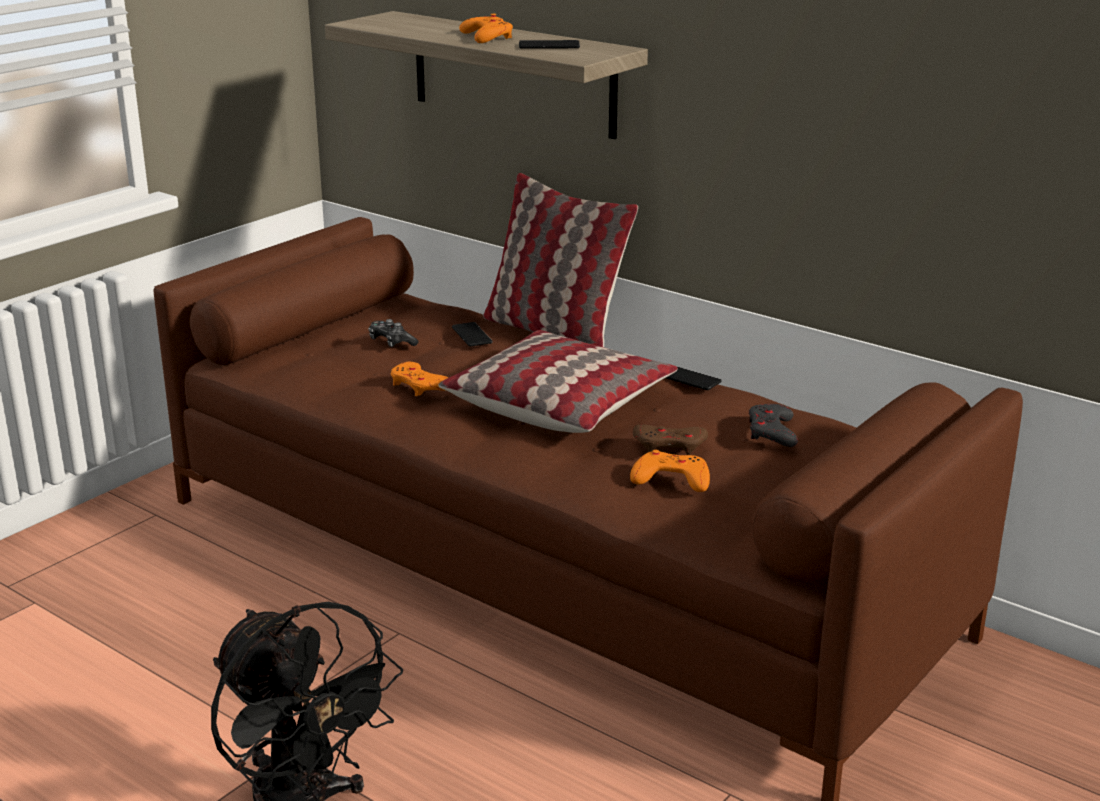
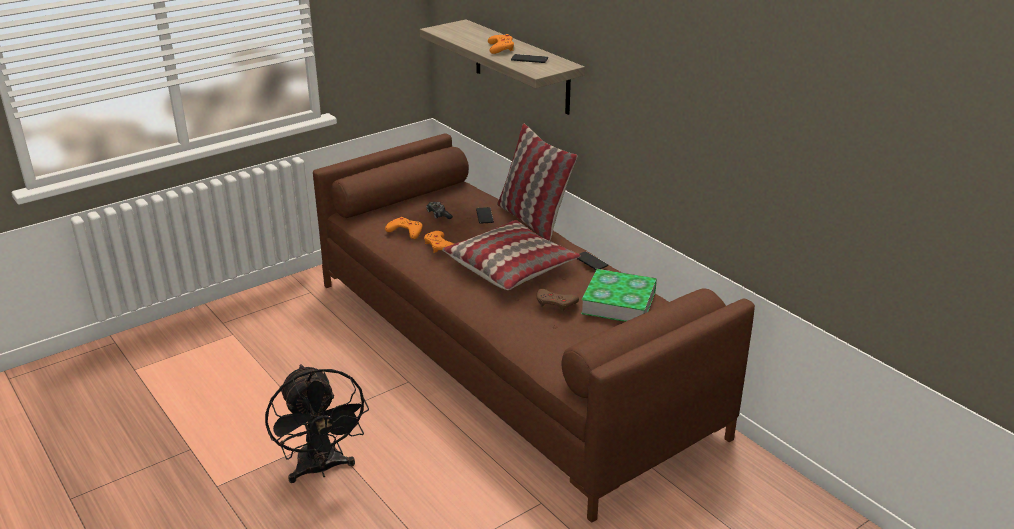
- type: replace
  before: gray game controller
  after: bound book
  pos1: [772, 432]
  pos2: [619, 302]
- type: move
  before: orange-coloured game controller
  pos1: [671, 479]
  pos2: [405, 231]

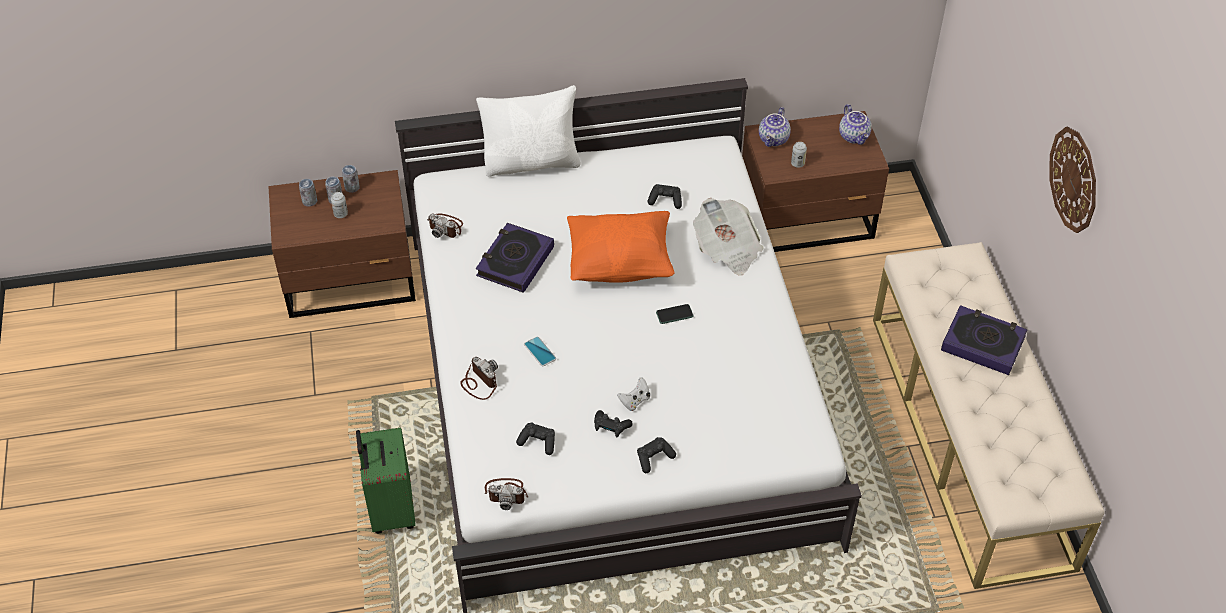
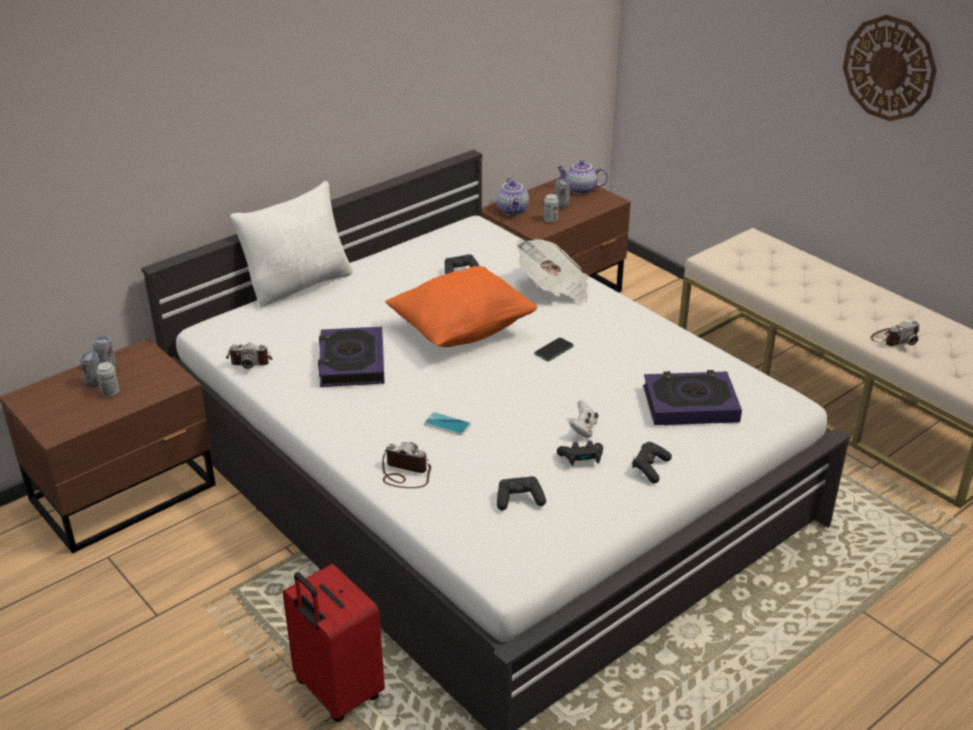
- type: rotate
  before: teapot
  pos1: [854, 136]
  pos2: [580, 190]
  turn: 150
- type: move
  before: metal can
  pos1: [309, 201]
  pos2: [561, 205]
- type: move
  before: bound book
  pos1: [983, 343]
  pos2: [690, 404]
- type: recolor
  before: green-coloured travel case
  after: red travel case
  pos1: [390, 510]
  pos2: [336, 691]
- type: move
  before: photo camera
  pos1: [506, 493]
  pos2: [894, 339]

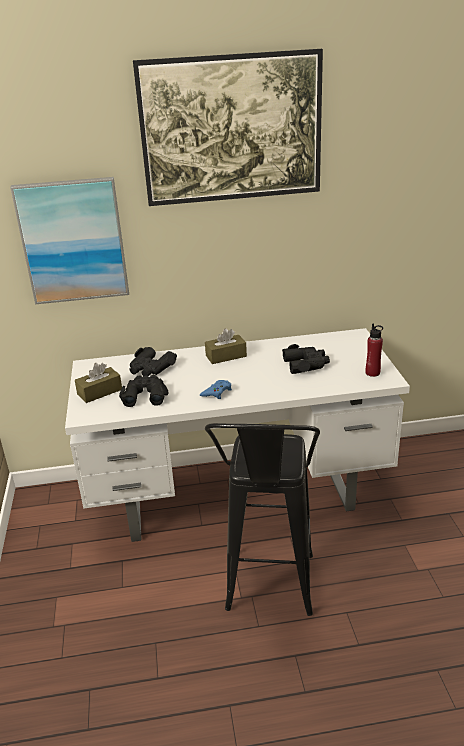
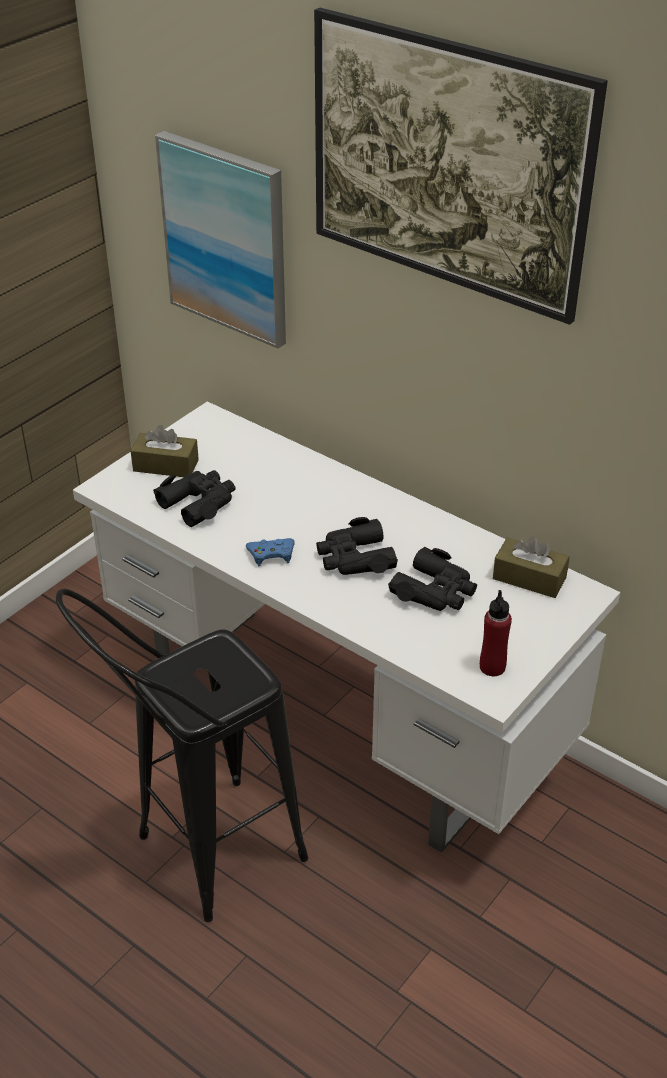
- type: move
  before: brownish tissue holder
  pos1: [226, 356]
  pos2: [529, 578]
- type: move
  before: black-coloured pair of binoculars
  pos1: [151, 368]
  pos2: [355, 558]

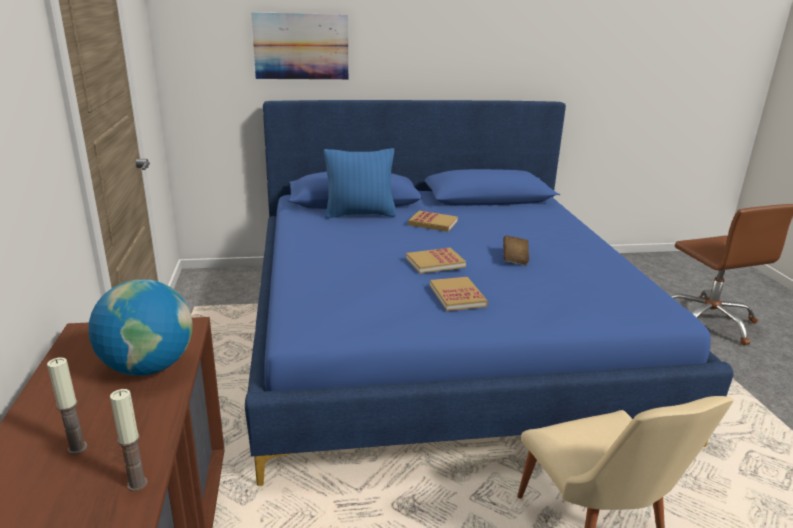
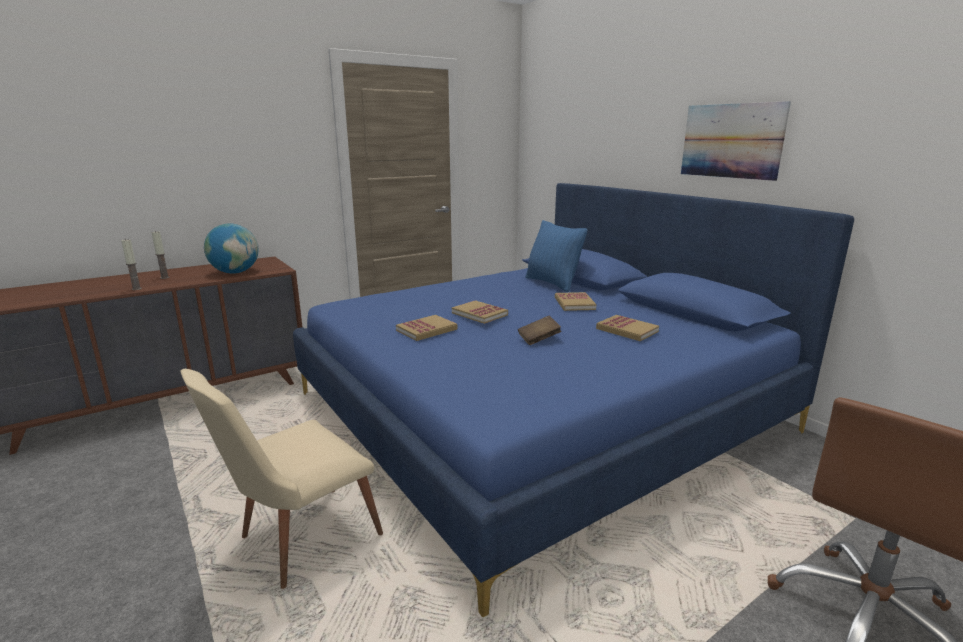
- type: move
  before: wall art
  pos1: [301, 46]
  pos2: [731, 141]
- type: insert
  after: bound book
  pos2: [627, 330]

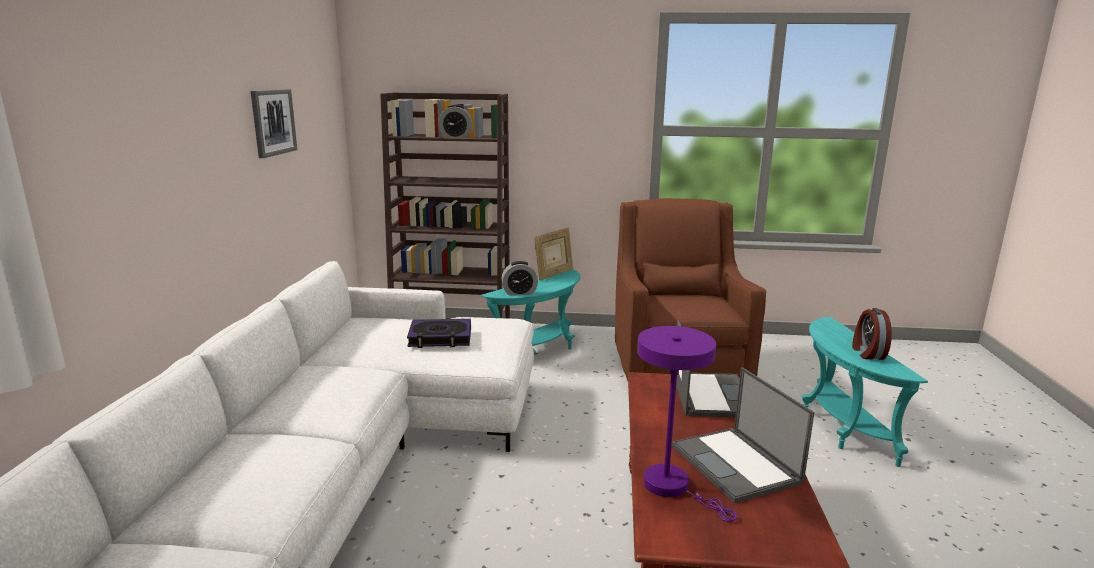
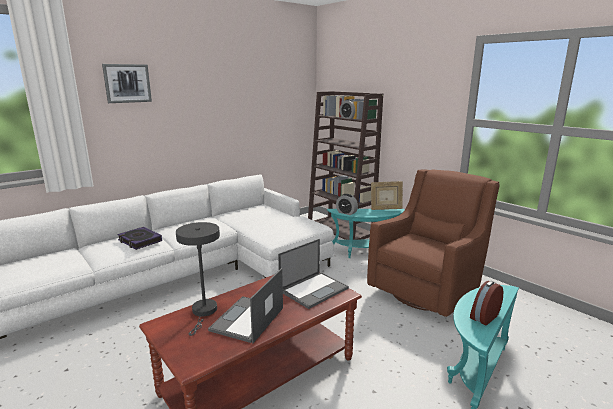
- type: move
  before: wall art
  pos1: [273, 122]
  pos2: [127, 83]
- type: move
  before: bound book
  pos1: [440, 338]
  pos2: [140, 241]
- type: recolor
  before: purple-coloured table lamp
  after: gray table lamp
  pos1: [673, 487]
  pos2: [204, 312]

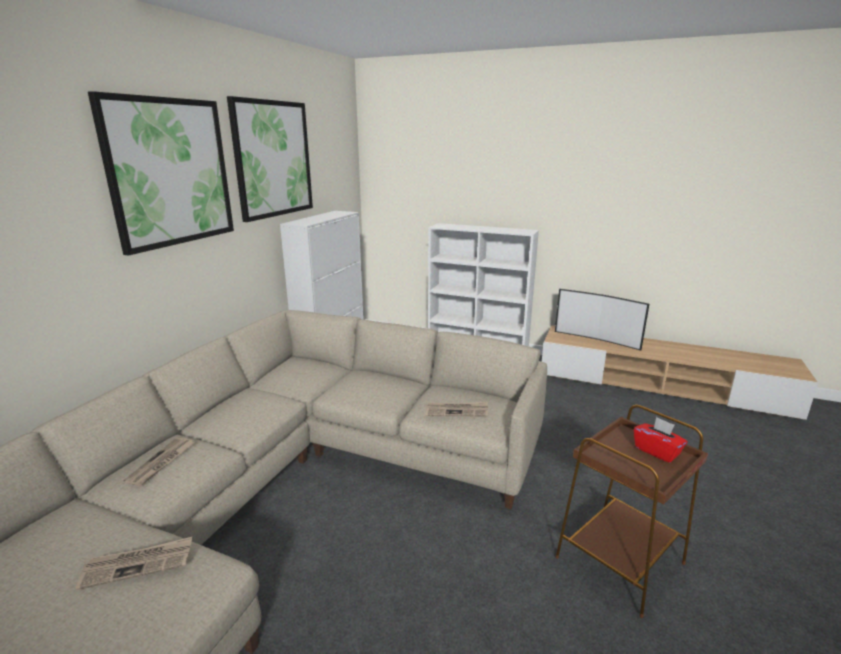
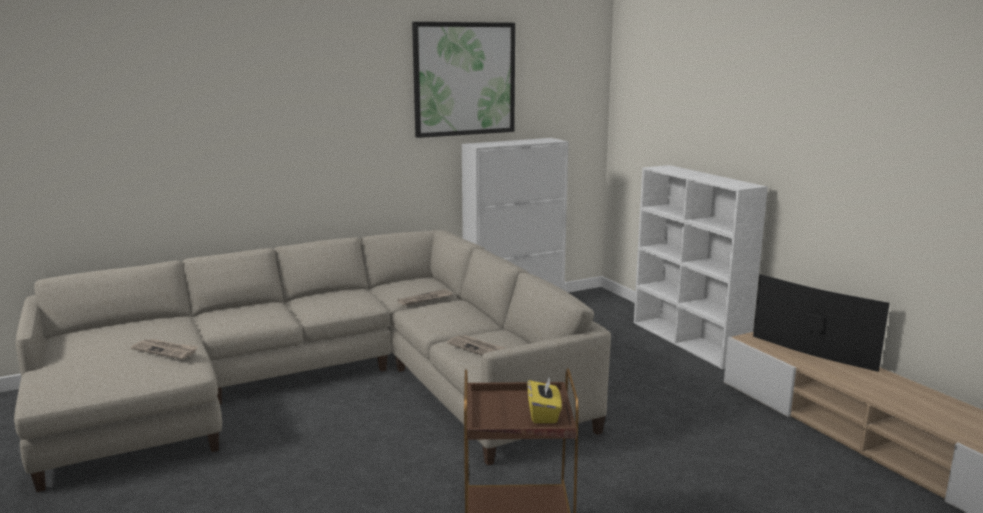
- type: delete
  before: wall art
  pos1: [170, 172]
- type: rotate
  before: TV set
  pos1: [597, 339]
  pos2: [810, 354]
  turn: 150
- type: recolor
  before: red tissue holder
  after: yellowish tissue holder
  pos1: [657, 451]
  pos2: [544, 414]
- type: move
  before: newspaper
  pos1: [161, 463]
  pos2: [425, 299]

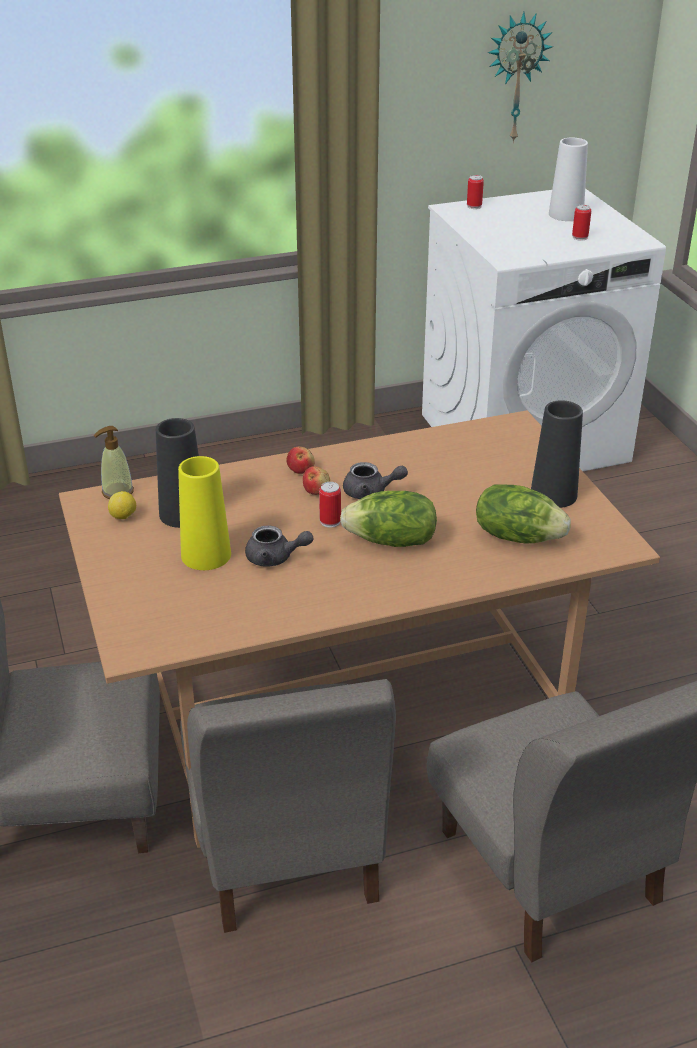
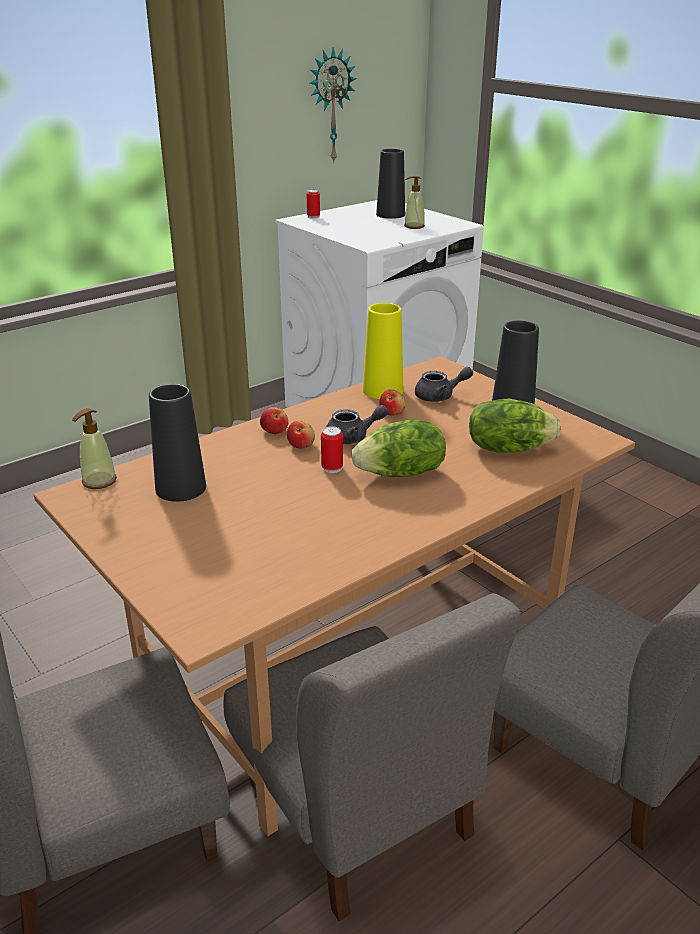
- type: recolor
  before: whitish vase
  after: black-coloured vase
  pos1: [566, 214]
  pos2: [390, 215]
- type: replace
  before: metal can
  after: soap dispenser
  pos1: [580, 237]
  pos2: [414, 226]
- type: move
  before: yellowish vase
  pos1: [206, 555]
  pos2: [383, 390]
- type: delete
  before: whole lemon
  pos1: [123, 517]
- type: move
  before: gray teapot
  pos1: [275, 558]
  pos2: [440, 396]
- type: insert
  after: whole apple
  pos2: [392, 412]

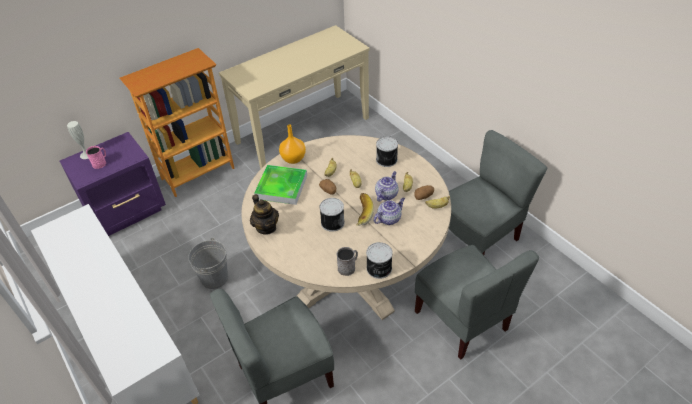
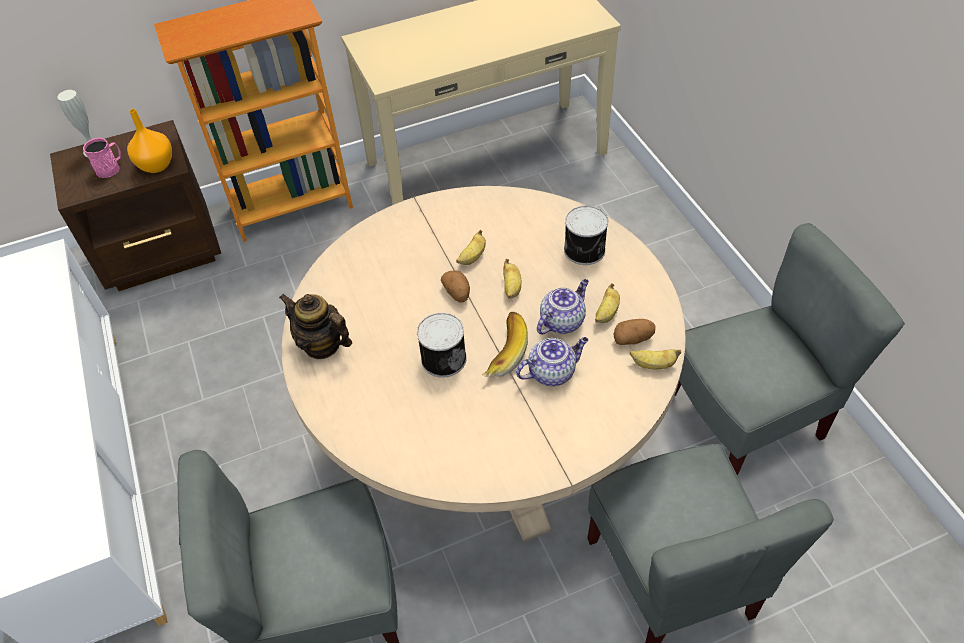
- type: move
  before: orange-coloured vase
  pos1: [294, 159]
  pos2: [157, 166]
- type: recolor
  before: purple-coloured nightstand
  after: brownish nightstand
  pos1: [128, 211]
  pos2: [163, 253]
- type: delete
  before: serving tray
  pos1: [281, 187]
- type: rotate
  before: teapot
  pos1: [266, 227]
  pos2: [322, 344]
  turn: 135
- type: delete
  before: gray water bucket
  pos1: [214, 278]
- type: delete
  before: metal can
  pos1: [379, 269]
- type: delete
  before: gray mug
  pos1: [348, 267]

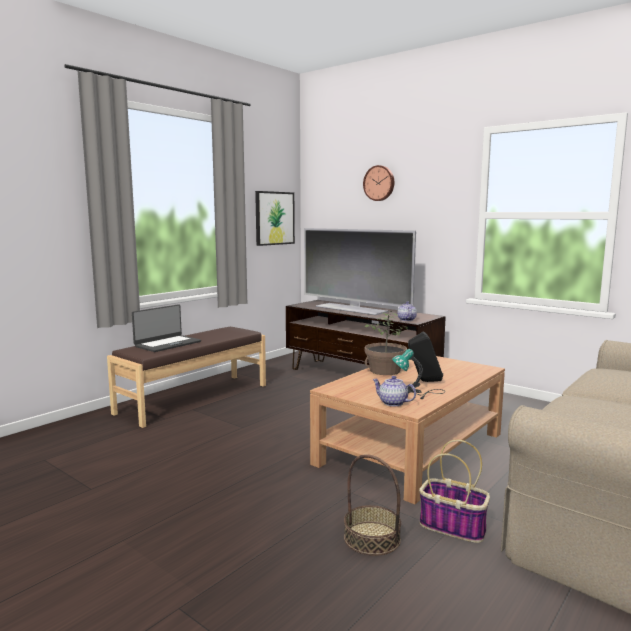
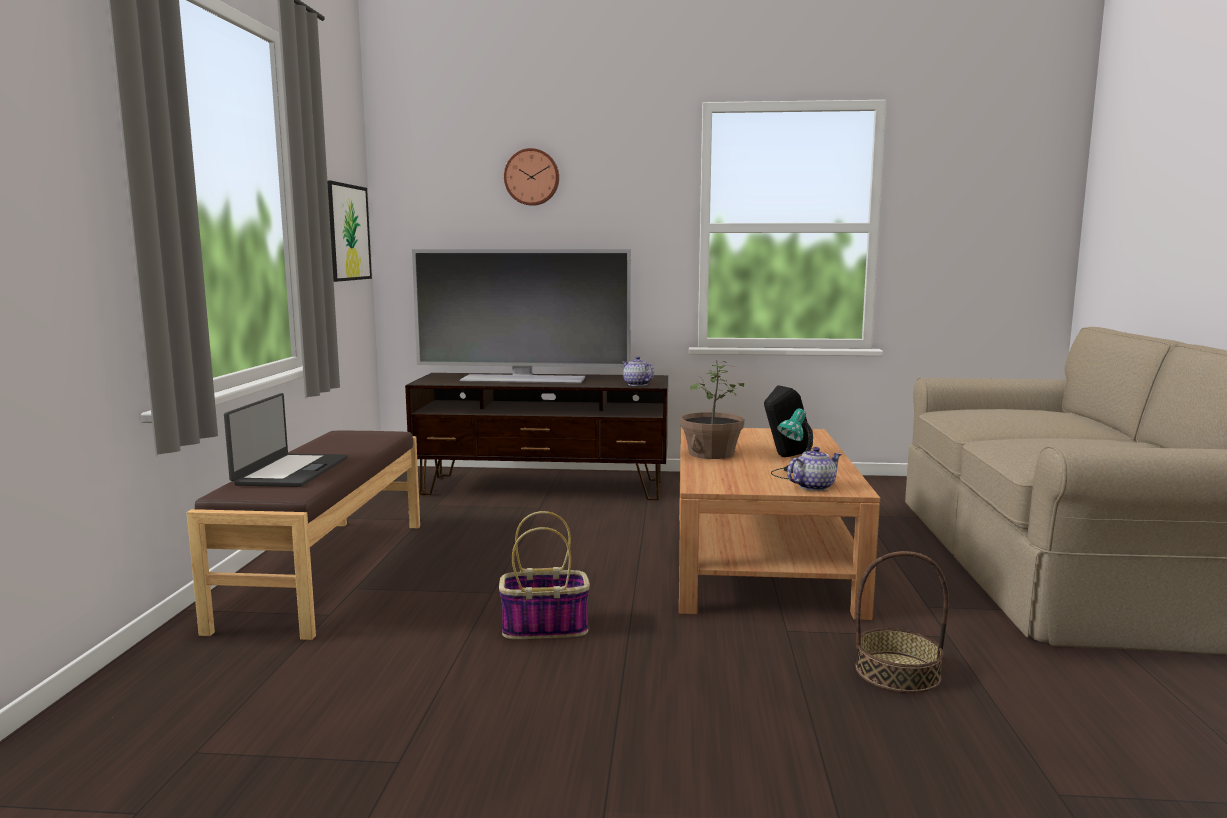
- type: rotate
  before: teapot
  pos1: [392, 403]
  pos2: [813, 487]
  turn: 150
- type: move
  before: basket
  pos1: [454, 527]
  pos2: [546, 628]

